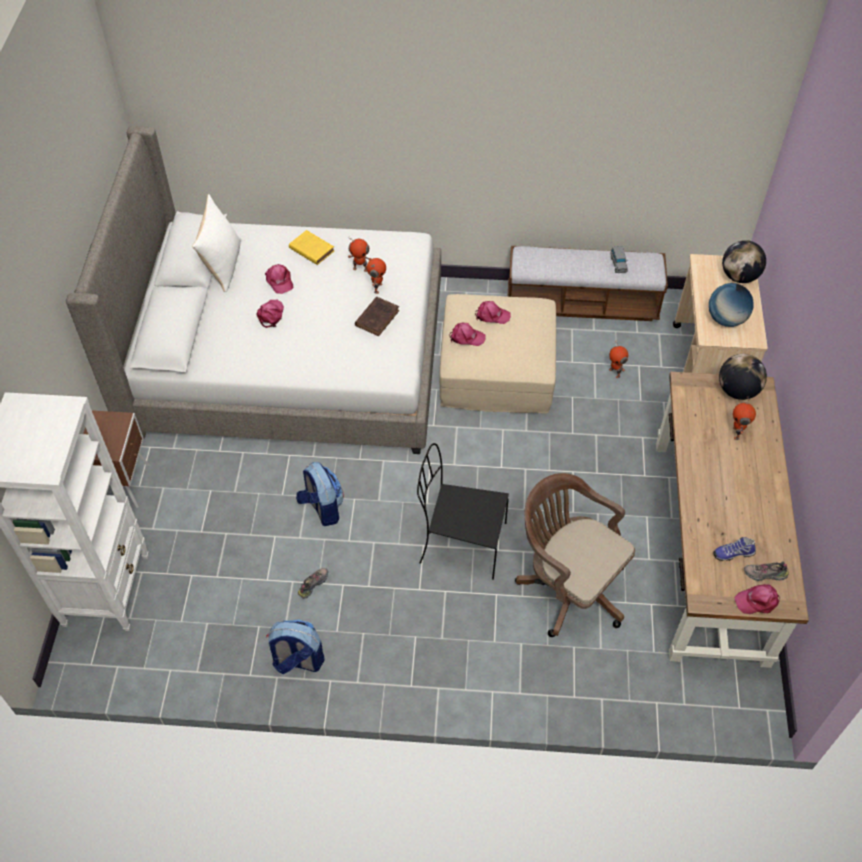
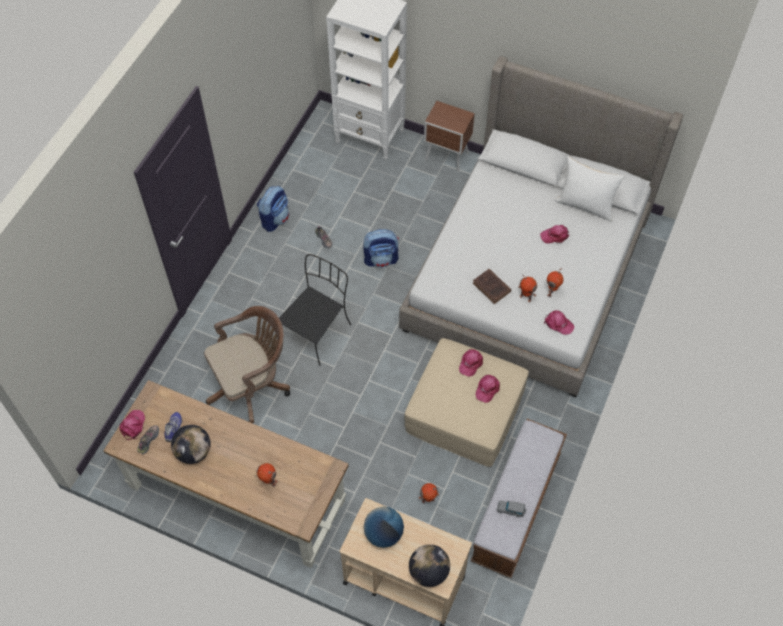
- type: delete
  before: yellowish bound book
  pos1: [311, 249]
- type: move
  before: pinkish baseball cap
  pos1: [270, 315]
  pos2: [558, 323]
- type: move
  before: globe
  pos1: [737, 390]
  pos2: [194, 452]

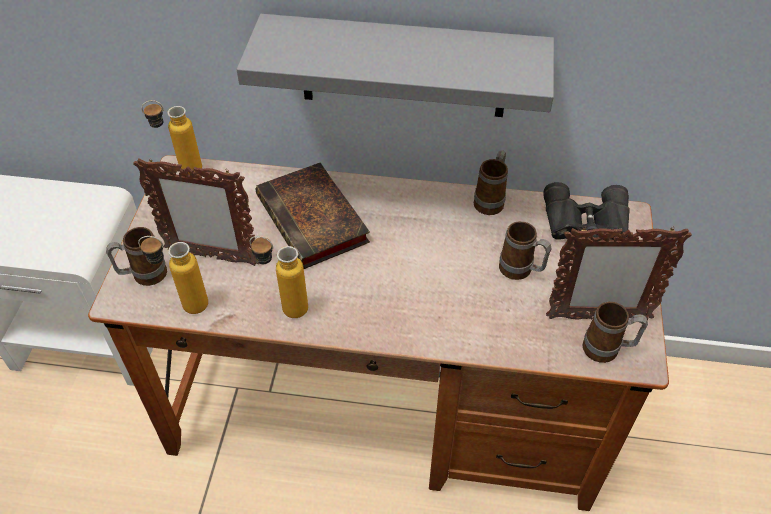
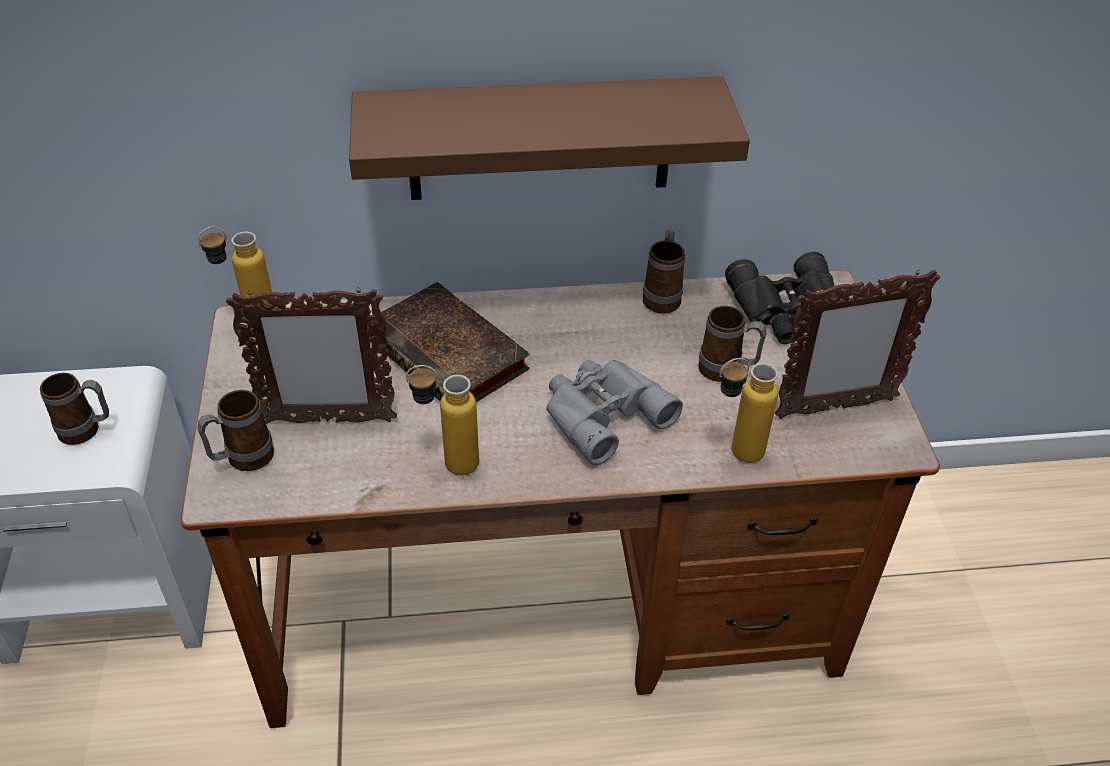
- type: recolor
  before: gray bracket shelf
  after: brownish bracket shelf
  pos1: [403, 67]
  pos2: [540, 139]
- type: move
  before: beverage bottle
  pos1: [185, 305]
  pos2: [734, 454]
- type: move
  before: mug
  pos1: [607, 350]
  pos2: [87, 431]
- type: insert
  after: gray pair of binoculars
  pos2: [601, 413]

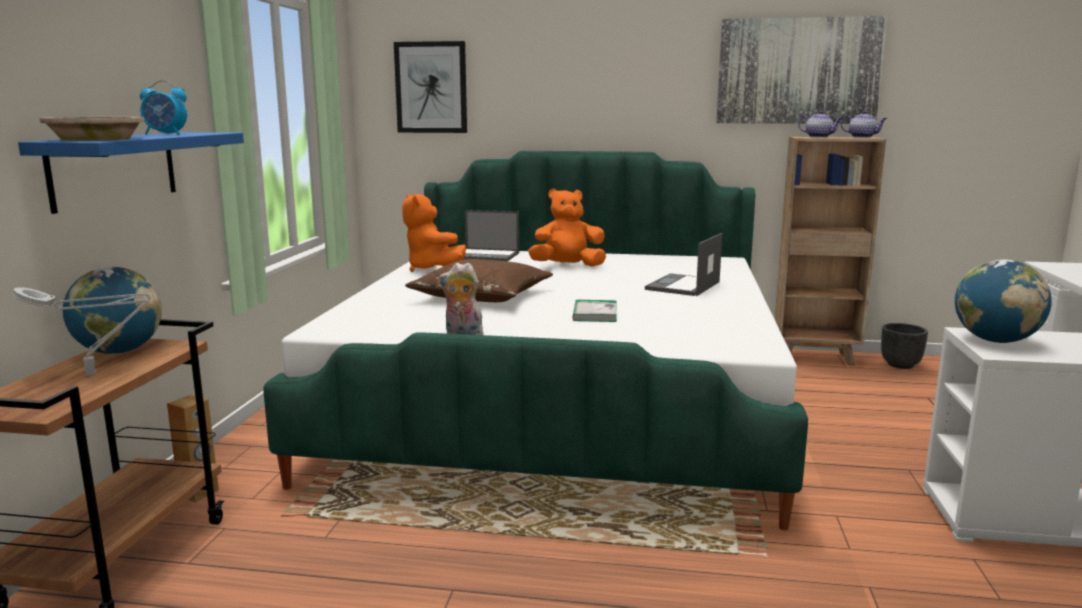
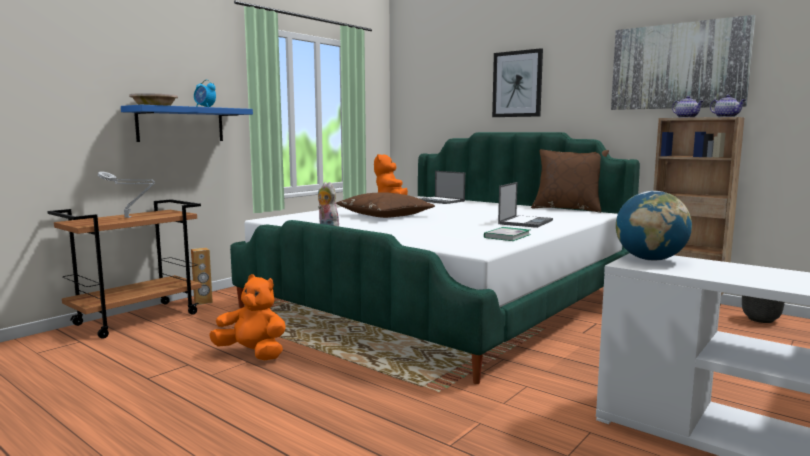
- type: move
  before: wall art
  pos1: [431, 87]
  pos2: [517, 84]
- type: move
  before: orange-coloured soft toy
  pos1: [567, 266]
  pos2: [253, 353]
- type: rotate
  before: laptop
  pos1: [683, 286]
  pos2: [525, 222]
  turn: 150
- type: delete
  before: globe
  pos1: [119, 351]
- type: move
  before: bound book
  pos1: [595, 314]
  pos2: [507, 236]
- type: insert
  after: brownish throw pillow
  pos2: [567, 209]

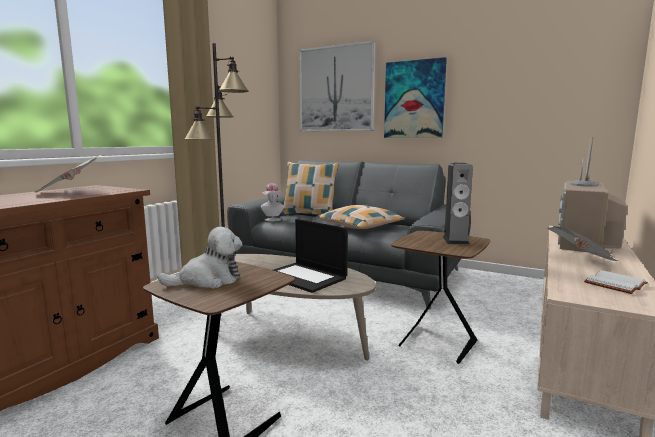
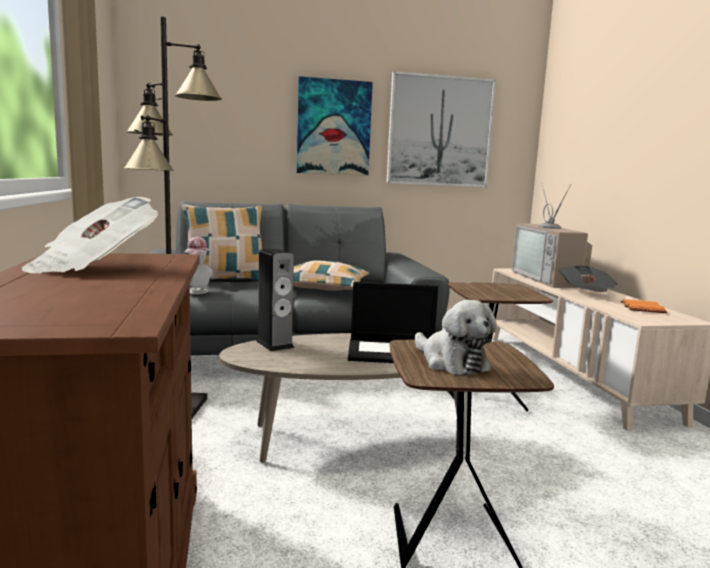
- type: move
  before: wall art
  pos1: [336, 89]
  pos2: [440, 131]
- type: move
  before: loudspeaker
  pos1: [455, 240]
  pos2: [274, 344]
- type: rotate
  before: soft toy
  pos1: [208, 280]
  pos2: [451, 362]
  turn: 120
- type: recolor
  before: whitish bound book
  after: orange-coloured bound book
  pos1: [616, 284]
  pos2: [644, 308]

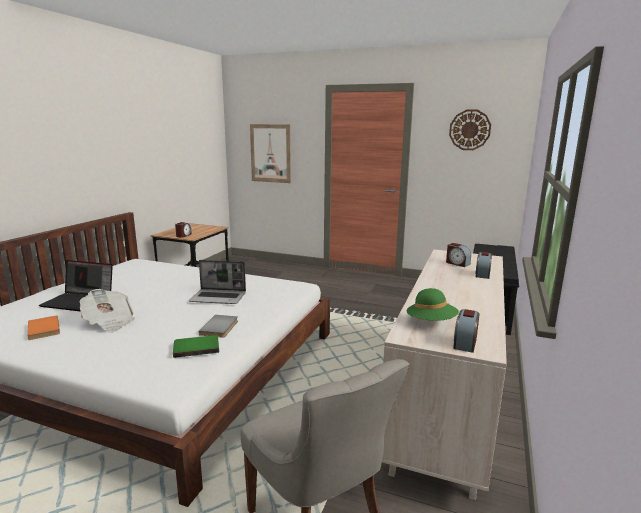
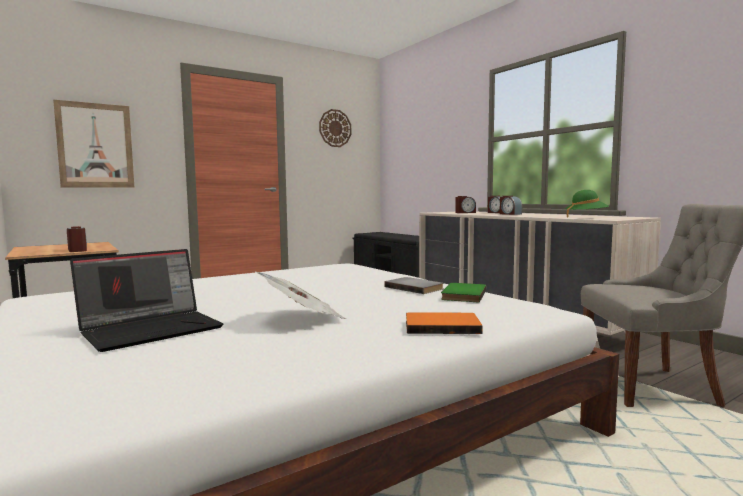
- type: delete
  before: laptop
  pos1: [219, 297]
- type: move
  before: bedside clock
  pos1: [465, 343]
  pos2: [510, 214]
- type: move
  before: orange-coloured bound book
  pos1: [45, 329]
  pos2: [441, 326]

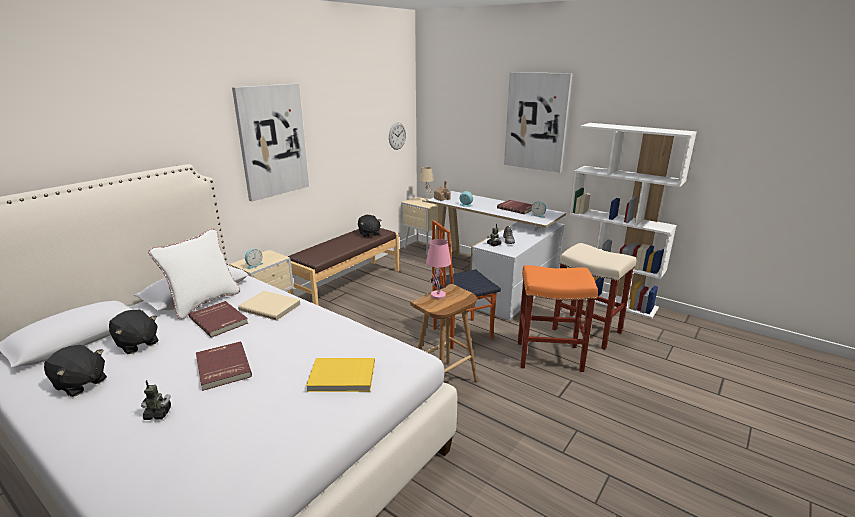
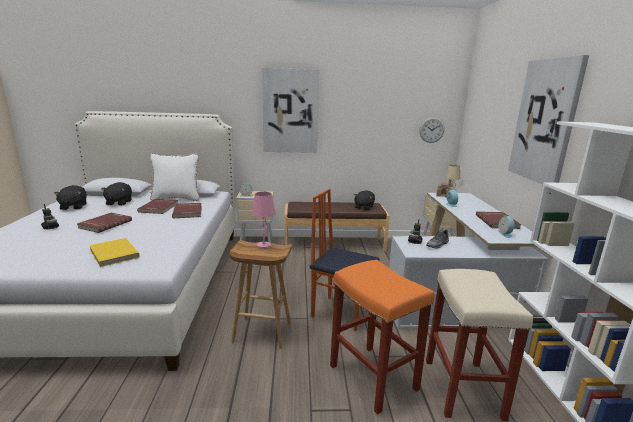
- type: recolor
  before: sand-coloured bound book
  after: red bound book
  pos1: [271, 307]
  pos2: [188, 212]

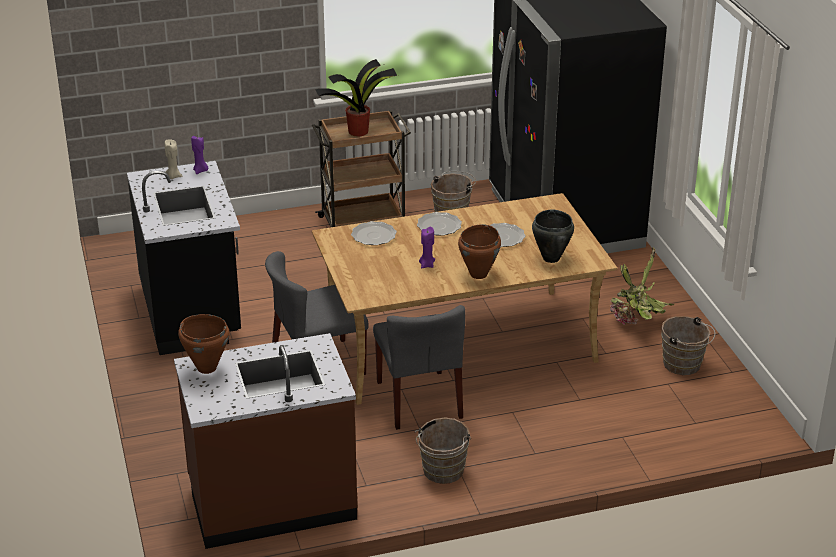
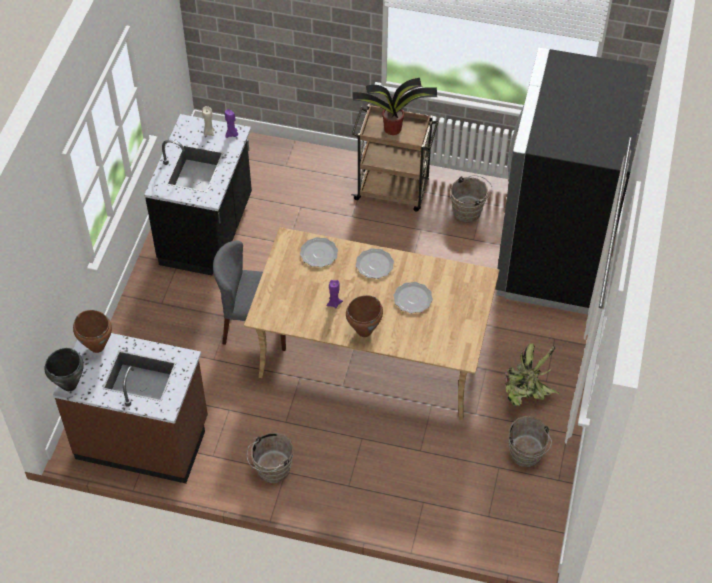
- type: move
  before: black-coloured saucepot
  pos1: [550, 258]
  pos2: [69, 385]
- type: delete
  before: gray chair
  pos1: [419, 400]

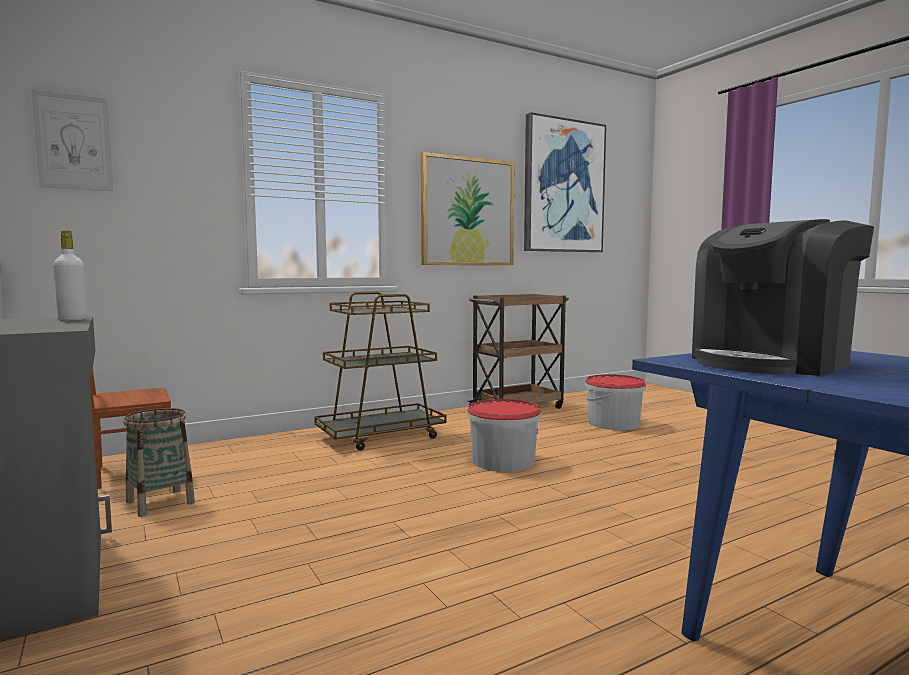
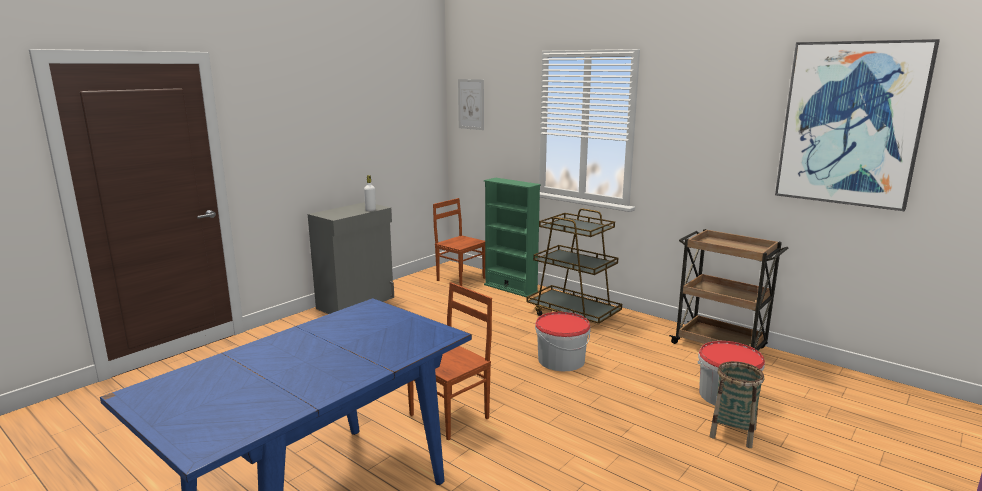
- type: delete
  before: wall art
  pos1: [468, 212]
- type: delete
  before: coffee machine
  pos1: [771, 362]
- type: move
  before: basket
  pos1: [160, 502]
  pos2: [732, 433]
- type: insert
  after: green-coloured bookcase
  pos2: [510, 288]
- type: insert
  after: brownish chair
  pos2: [451, 416]

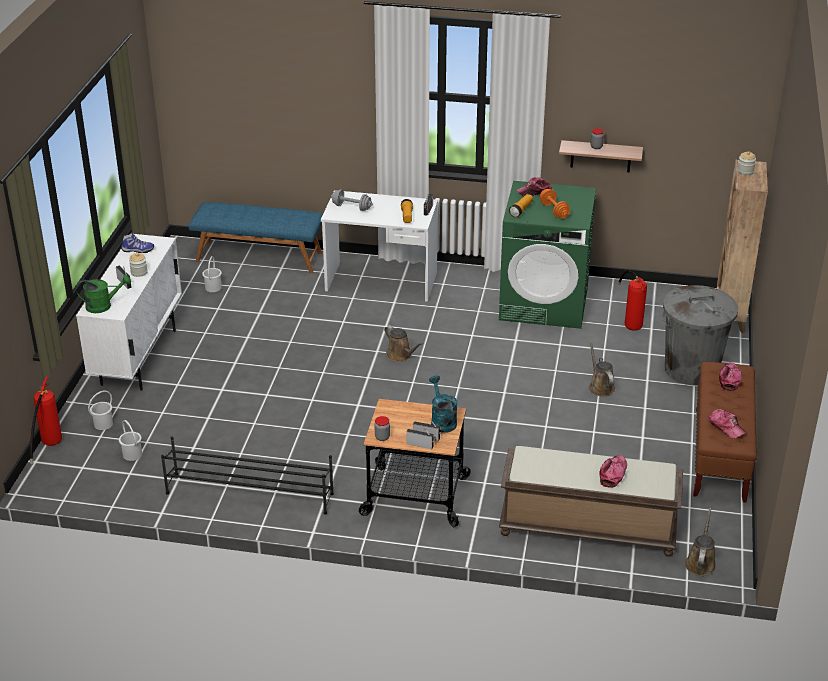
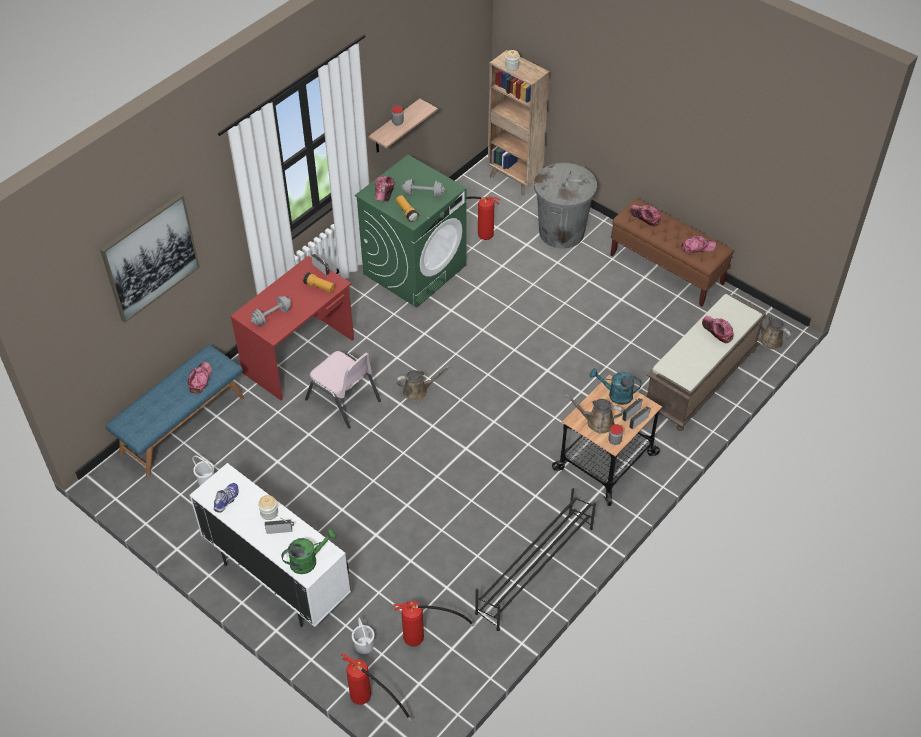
- type: recolor
  before: orange-coloured free weight
  after: gray free weight
  pos1: [554, 211]
  pos2: [423, 194]
- type: recolor
  before: whitish desk
  after: red desk
  pos1: [381, 282]
  pos2: [299, 356]
- type: rotate
  before: green-coloured watering pot
  pos1: [103, 306]
  pos2: [308, 560]
  turn: 45
- type: move
  before: brownish watering pot
  pos1: [600, 386]
  pos2: [597, 422]
- type: replace
  before: whitish water bucket
  after: fire-fighting cylinder
  pos1: [132, 454]
  pos2: [425, 637]
- type: insert
  after: wall art
  pos2: [150, 257]
- type: insert
  after: pinkish chair
  pos2: [343, 400]
- type: insert
  after: baseball cap
  pos2: [200, 379]

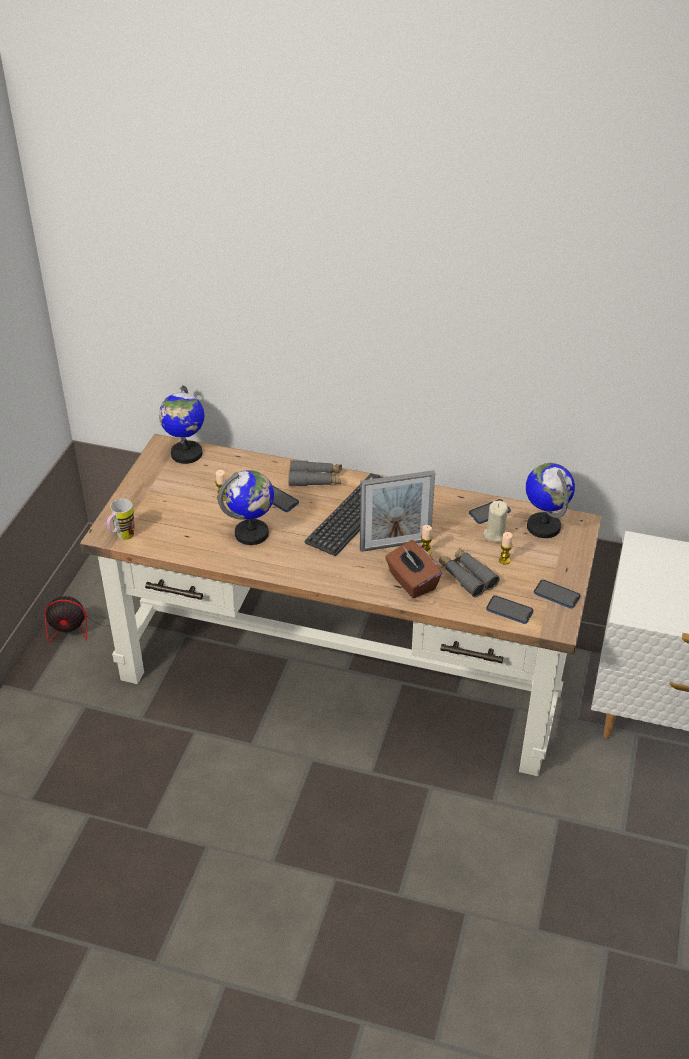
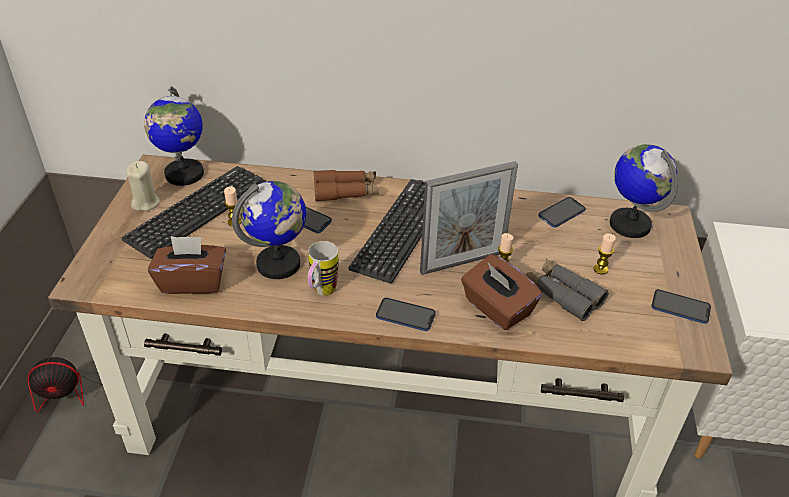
- type: recolor
  before: gray pair of binoculars
  after: brownish pair of binoculars
  pos1: [315, 479]
  pos2: [346, 191]
- type: move
  before: mug
  pos1: [122, 537]
  pos2: [321, 293]
- type: move
  before: sand-coloured wax candle
  pos1: [495, 534]
  pos2: [145, 202]
- type: move
  before: phone
  pos1: [509, 610]
  pos2: [405, 315]
- type: insert
  after: PC keyboard
  pos2: [197, 211]
- type: insert
  after: brownish tissue holder
  pos2: [192, 281]

